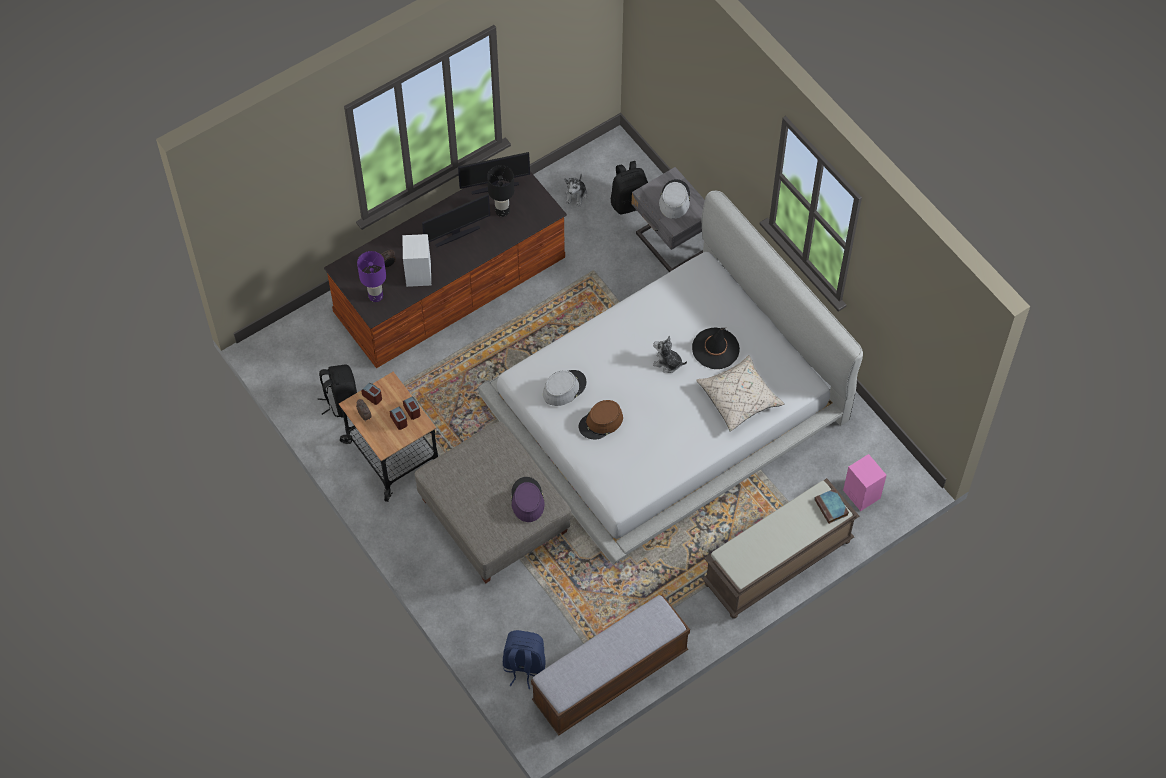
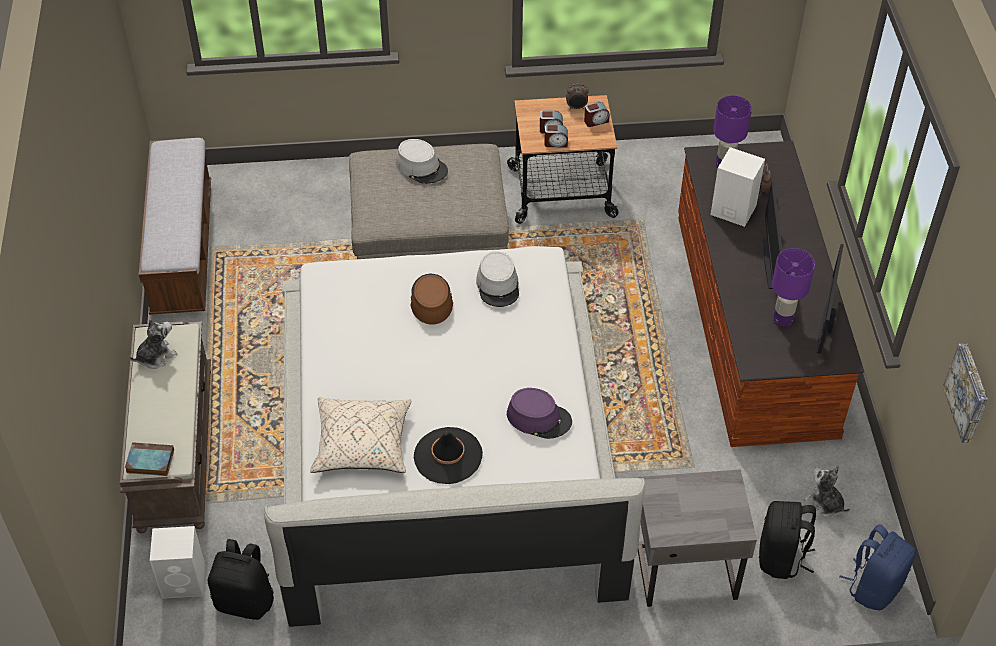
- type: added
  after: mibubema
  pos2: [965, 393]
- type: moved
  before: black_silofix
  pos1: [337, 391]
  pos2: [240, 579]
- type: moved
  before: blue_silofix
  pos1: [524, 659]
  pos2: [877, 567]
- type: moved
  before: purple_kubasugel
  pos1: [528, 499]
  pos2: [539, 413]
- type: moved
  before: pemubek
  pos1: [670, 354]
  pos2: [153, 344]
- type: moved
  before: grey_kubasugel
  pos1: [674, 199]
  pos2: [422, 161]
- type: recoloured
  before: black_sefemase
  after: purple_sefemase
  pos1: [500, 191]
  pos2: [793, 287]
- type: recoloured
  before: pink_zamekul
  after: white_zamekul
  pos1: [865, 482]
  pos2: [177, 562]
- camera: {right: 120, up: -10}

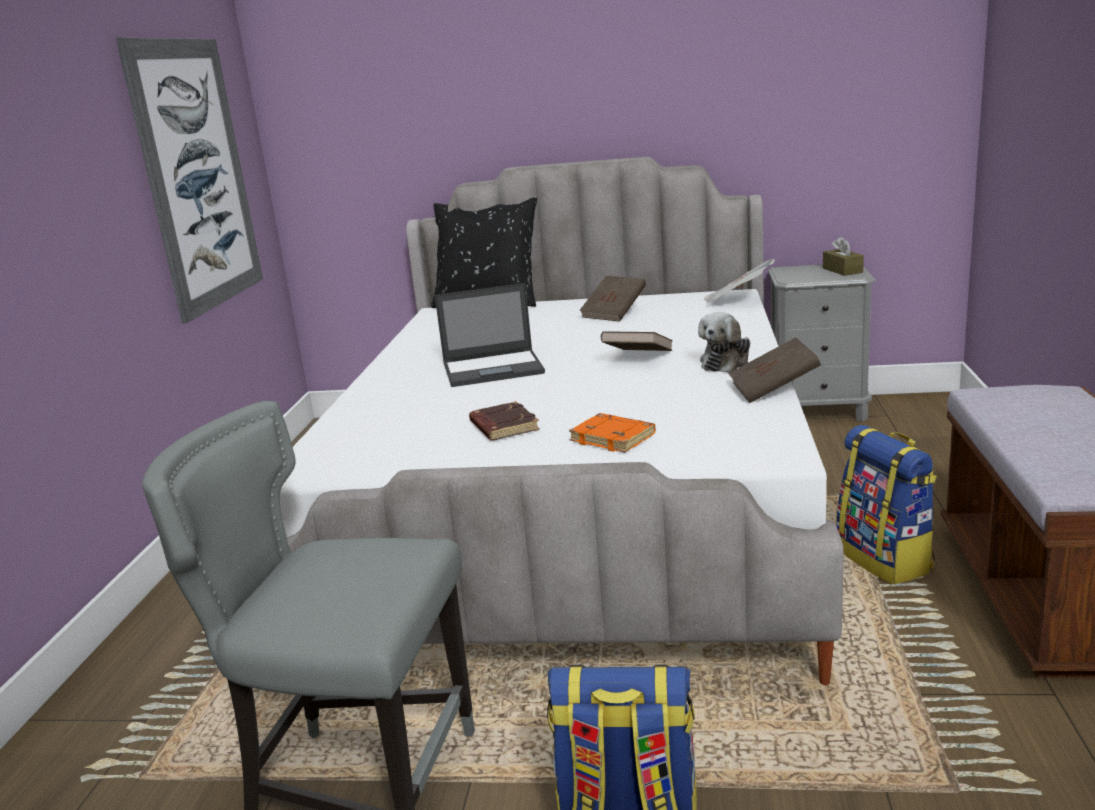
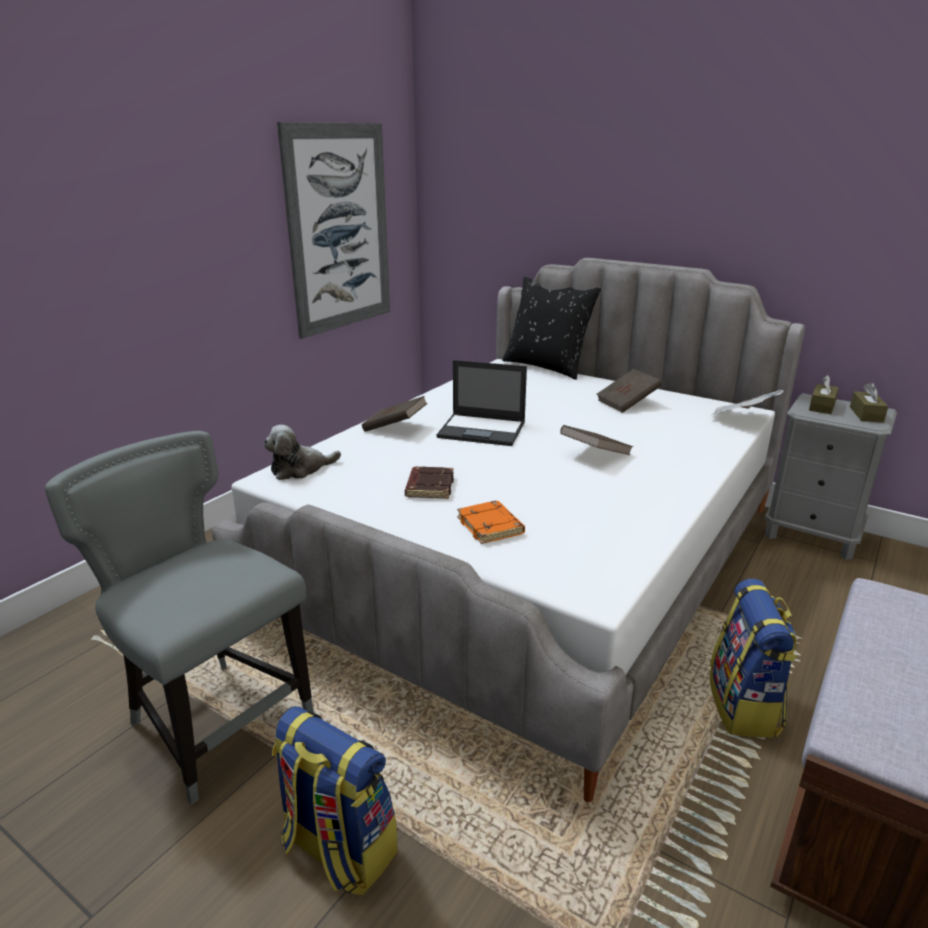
- type: added
  after: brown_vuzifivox
  pos2: [824, 394]
- type: moved
  before: pemubek
  pos1: [724, 342]
  pos2: [302, 452]
- type: moved
  before: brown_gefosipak
  pos1: [775, 370]
  pos2: [395, 414]
- camera: {right: 25, up: 5}

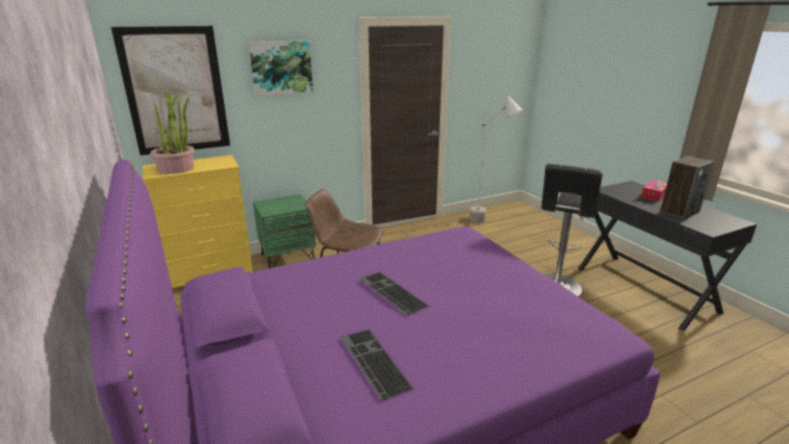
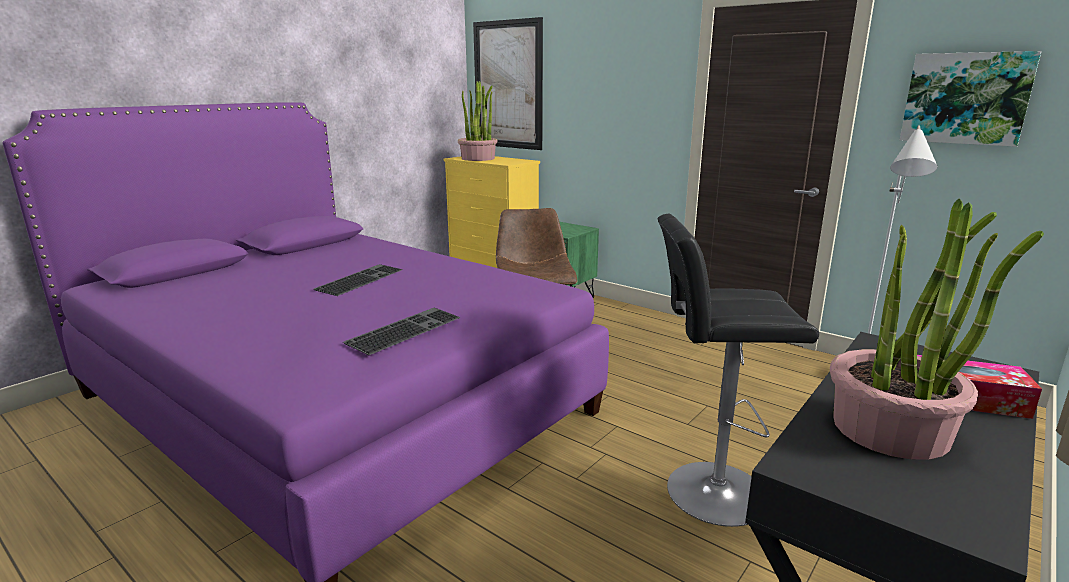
- type: moved
  before: mibubema
  pos1: [281, 68]
  pos2: [970, 99]
- type: moved
  before: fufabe
  pos1: [377, 364]
  pos2: [402, 331]
- type: replaced
  before: zamekul
  after: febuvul
  pos1: [687, 187]
  pos2: [937, 329]
- camera: {right: 65, up: -5}

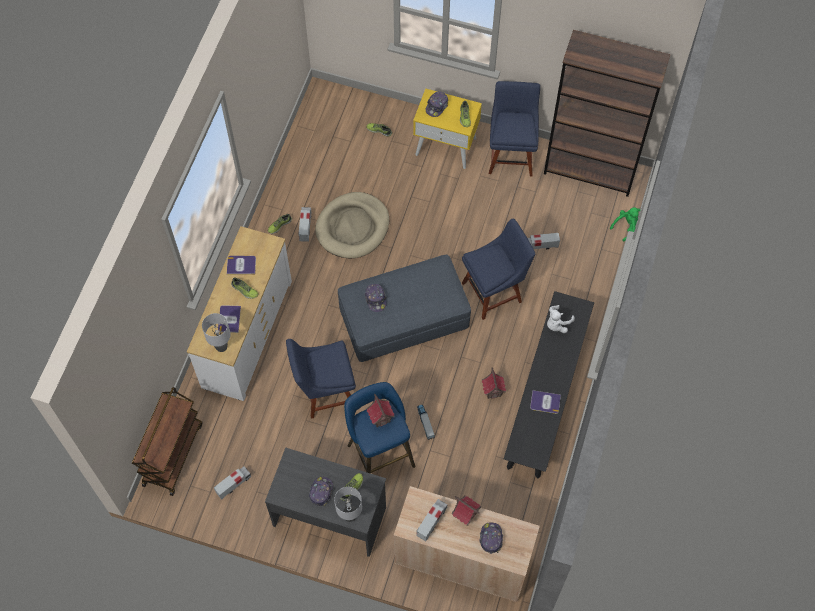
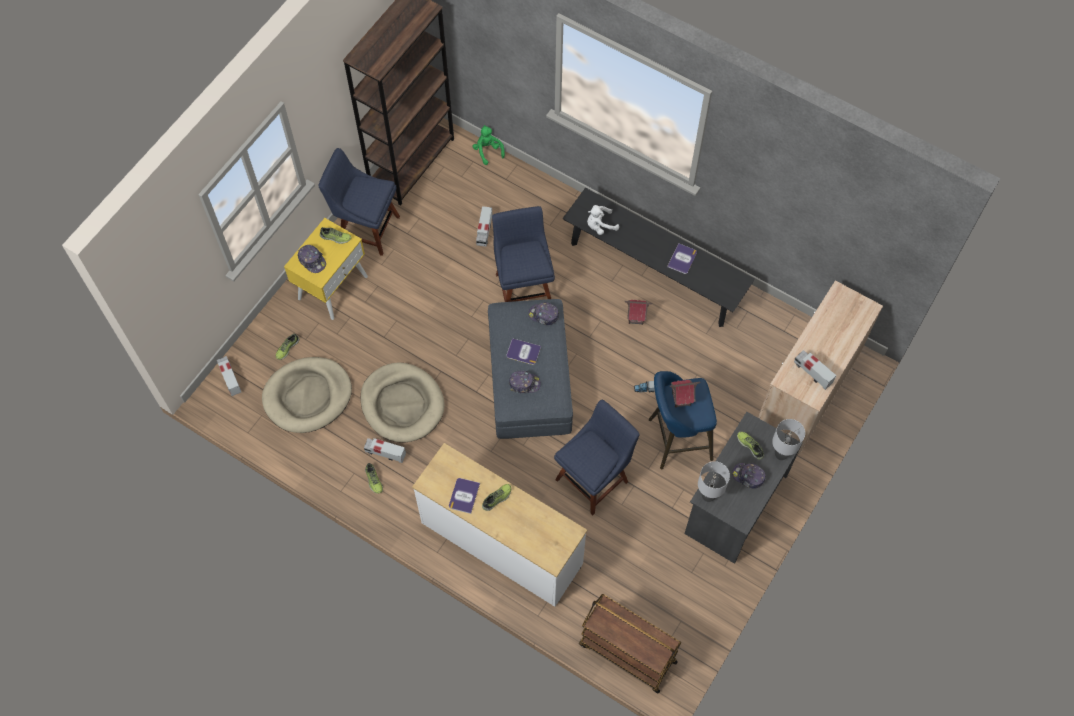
- type: removed
  before: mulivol
  pos1: [466, 511]
- type: added
  after: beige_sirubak
  pos2: [307, 395]
- type: moved
  before: grey_sefemase
  pos1: [216, 332]
  pos2: [714, 481]
- type: moved
  before: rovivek
  pos1: [232, 483]
  pos2: [229, 376]
- type: moved
  before: gefosipak
  pos1: [229, 319]
  pos2: [524, 351]
- type: moved
  before: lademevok
  pos1: [491, 538]
  pos2: [543, 313]
- type: turned
  before: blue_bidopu
  pos1: [321, 379]
  pos2: [597, 457]
  turn: -135
- type: turned
  before: white_pemubek
  pos1: [561, 319]
  pos2: [603, 220]
  turn: 105
- camera: {right: -75, up: 0}

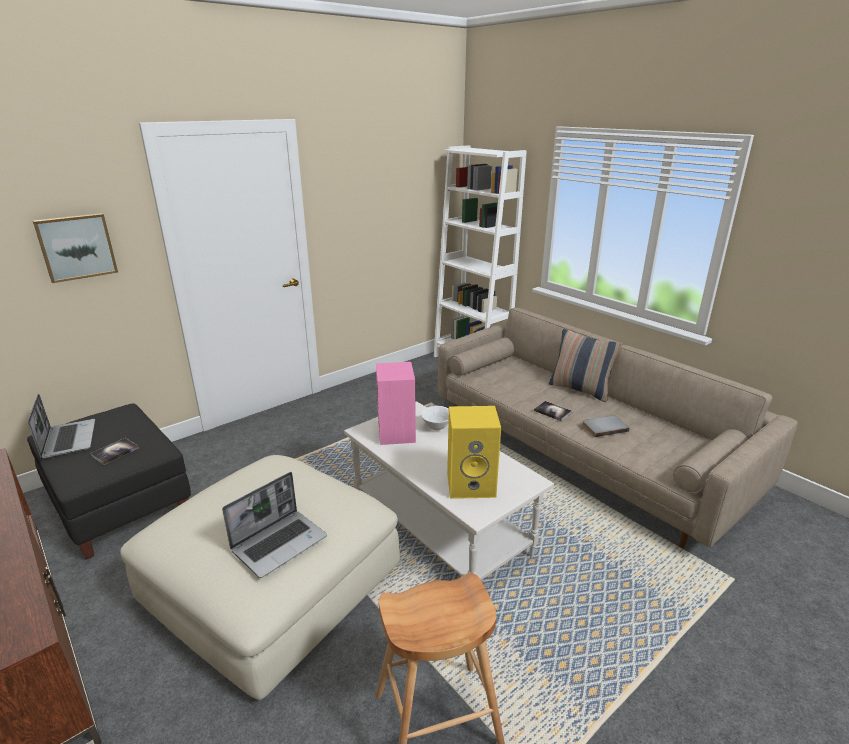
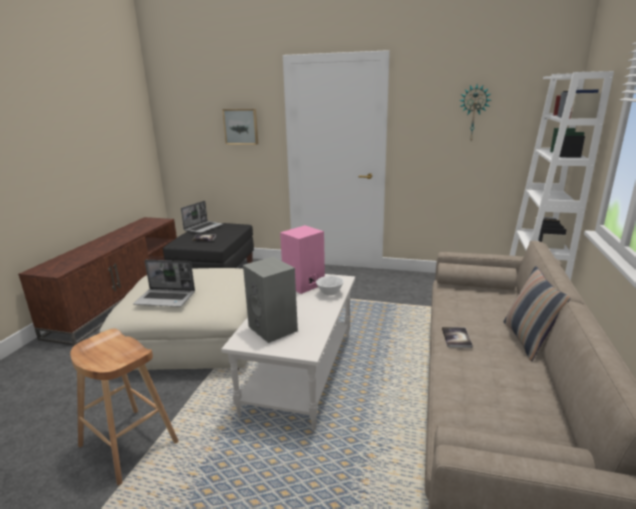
- type: removed
  before: grey_gefosipak
  pos1: [606, 426]
- type: added
  after: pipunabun
  pos2: [475, 112]
- type: recoloured
  before: yellow_zamekul
  after: grey_zamekul
  pos1: [474, 452]
  pos2: [270, 300]
- camera: {right: 55, up: -5}

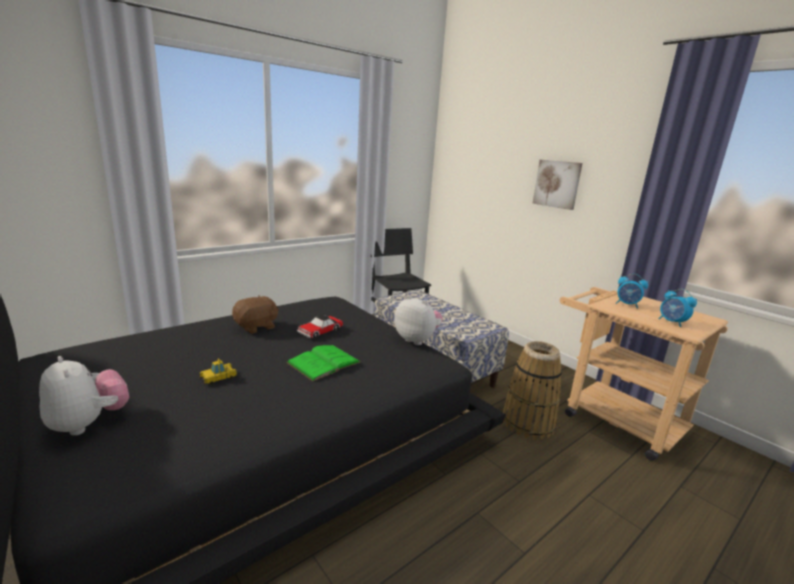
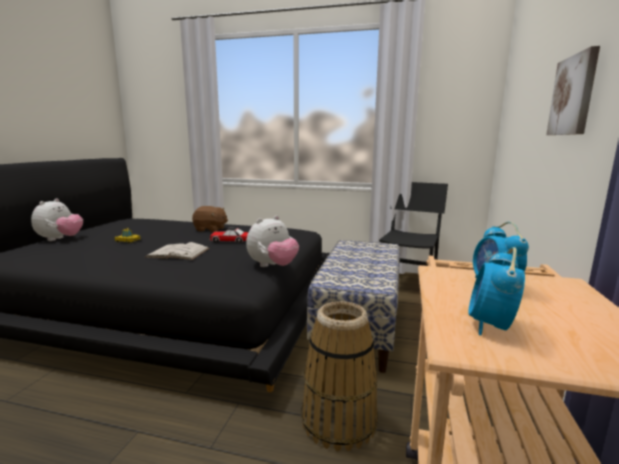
- type: recoloured
  before: green_gefosipak
  after: white_gefosipak
  pos1: [323, 363]
  pos2: [177, 251]
- type: turned
  before: pemubek
  pos1: [418, 320]
  pos2: [272, 241]
  turn: 45
- camera: {right: 55, up: -5}

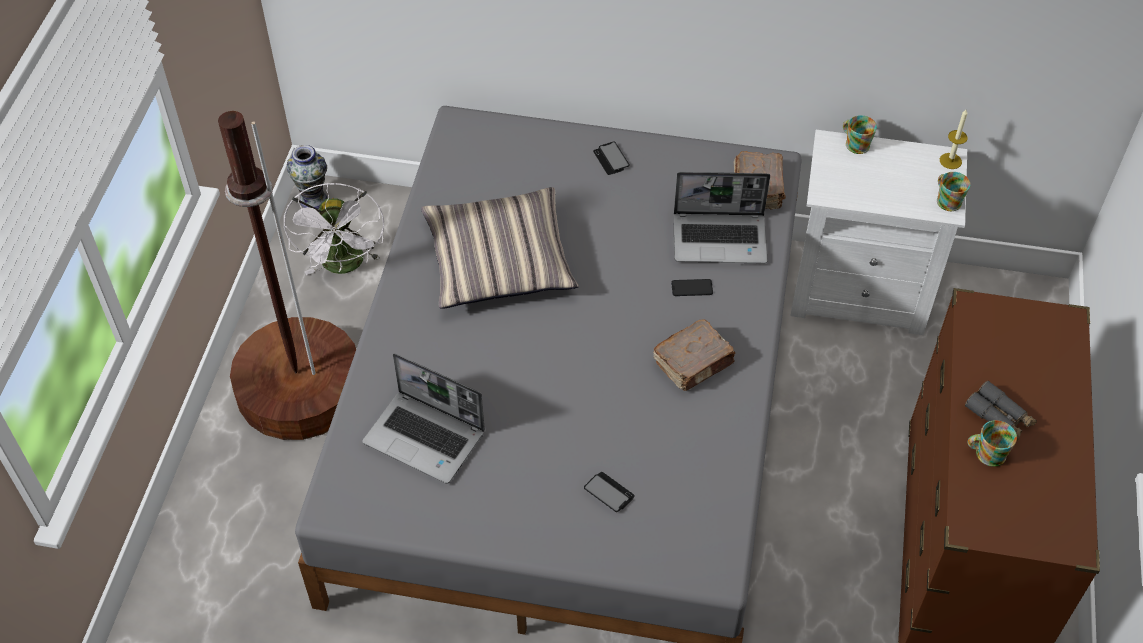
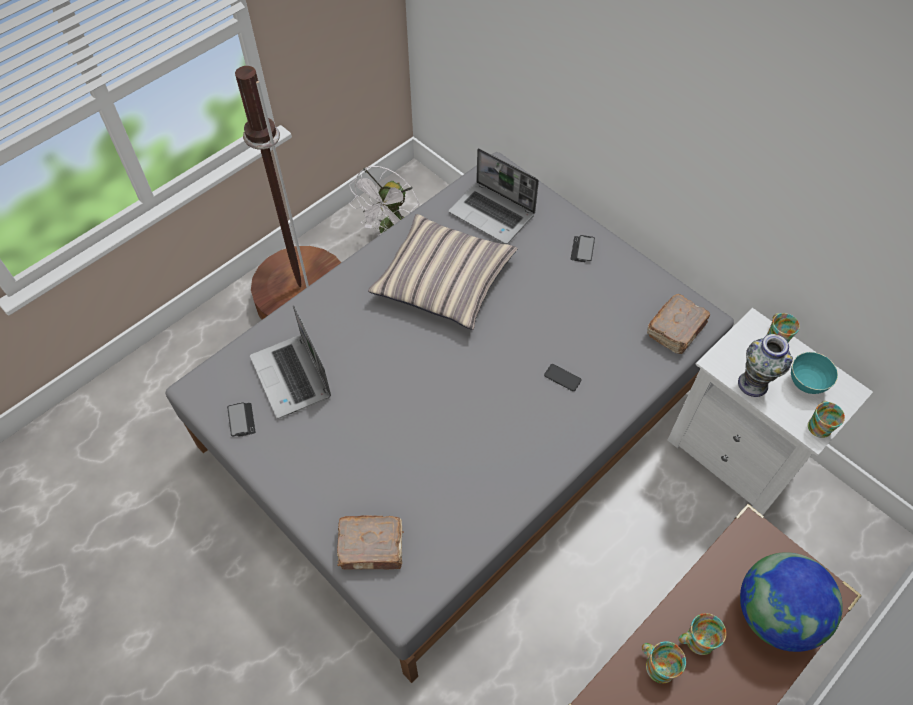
- type: removed
  before: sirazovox
  pos1: [954, 139]
- type: added
  after: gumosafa
  pos2: [791, 602]
- type: added
  after: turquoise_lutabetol
  pos2: [814, 373]
- type: moved
  before: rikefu
  pos1: [307, 177]
  pos2: [765, 365]
- type: moved
  before: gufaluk
  pos1: [609, 492]
  pos2: [241, 419]
- type: moved
  before: brown_gefosipak
  pos1: [694, 355]
  pos2: [370, 542]
- type: moved
  before: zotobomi
  pos1: [721, 218]
  pos2: [494, 196]
- type: replaced
  before: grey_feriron
  after: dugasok
  pos1: [1001, 410]
  pos2: [702, 634]
- camera: {right: 35, up: 5}

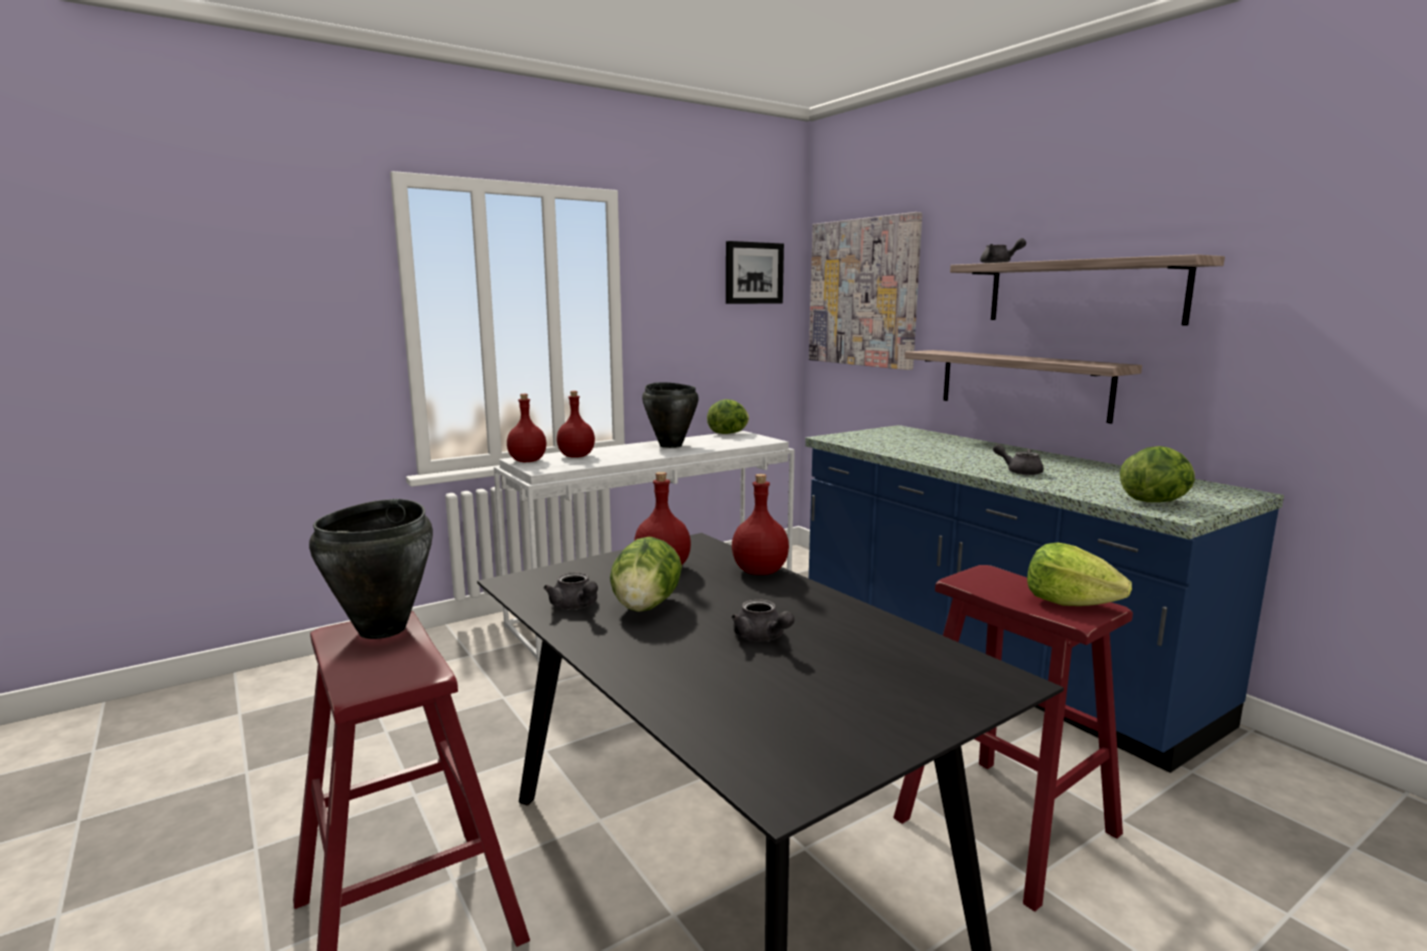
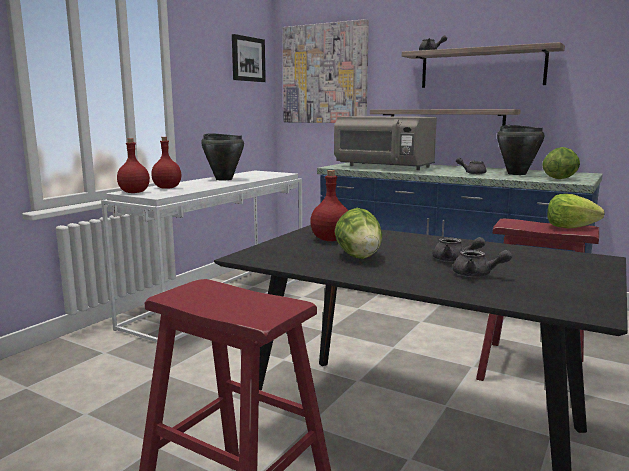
- type: removed
  before: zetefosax
  pos1: [728, 416]
- type: removed
  before: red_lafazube
  pos1: [760, 524]
- type: added
  after: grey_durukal
  pos2: [385, 143]
- type: moved
  before: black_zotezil
  pos1: [371, 569]
  pos2: [520, 150]
- type: moved
  before: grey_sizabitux
  pos1: [571, 591]
  pos2: [482, 263]
- camera: {right: -25, up: 0}

